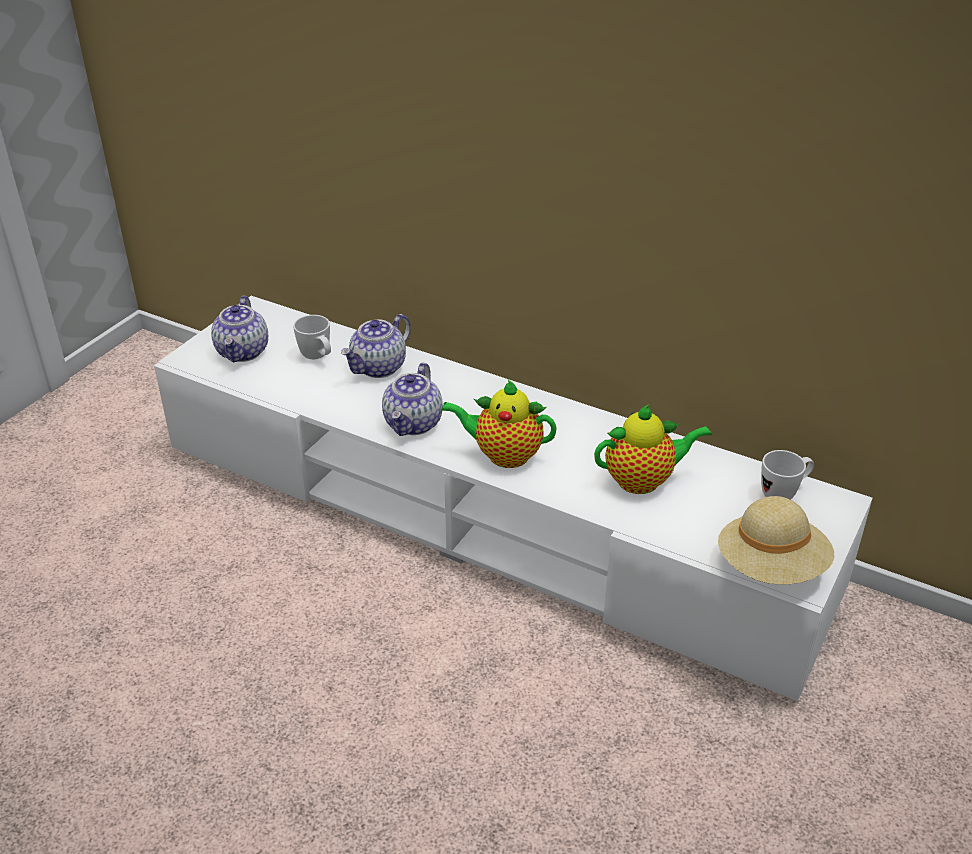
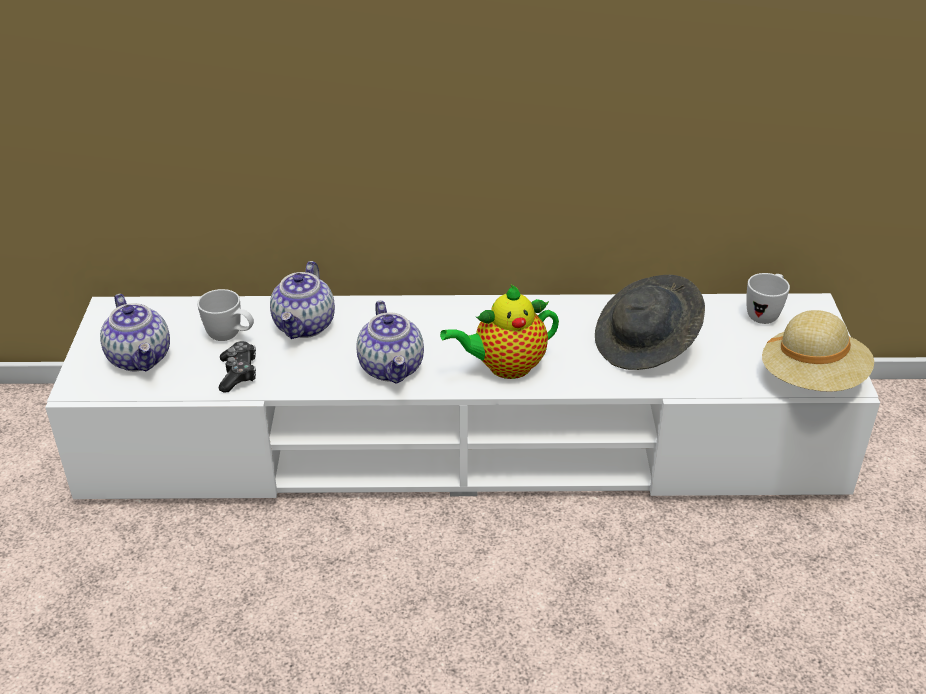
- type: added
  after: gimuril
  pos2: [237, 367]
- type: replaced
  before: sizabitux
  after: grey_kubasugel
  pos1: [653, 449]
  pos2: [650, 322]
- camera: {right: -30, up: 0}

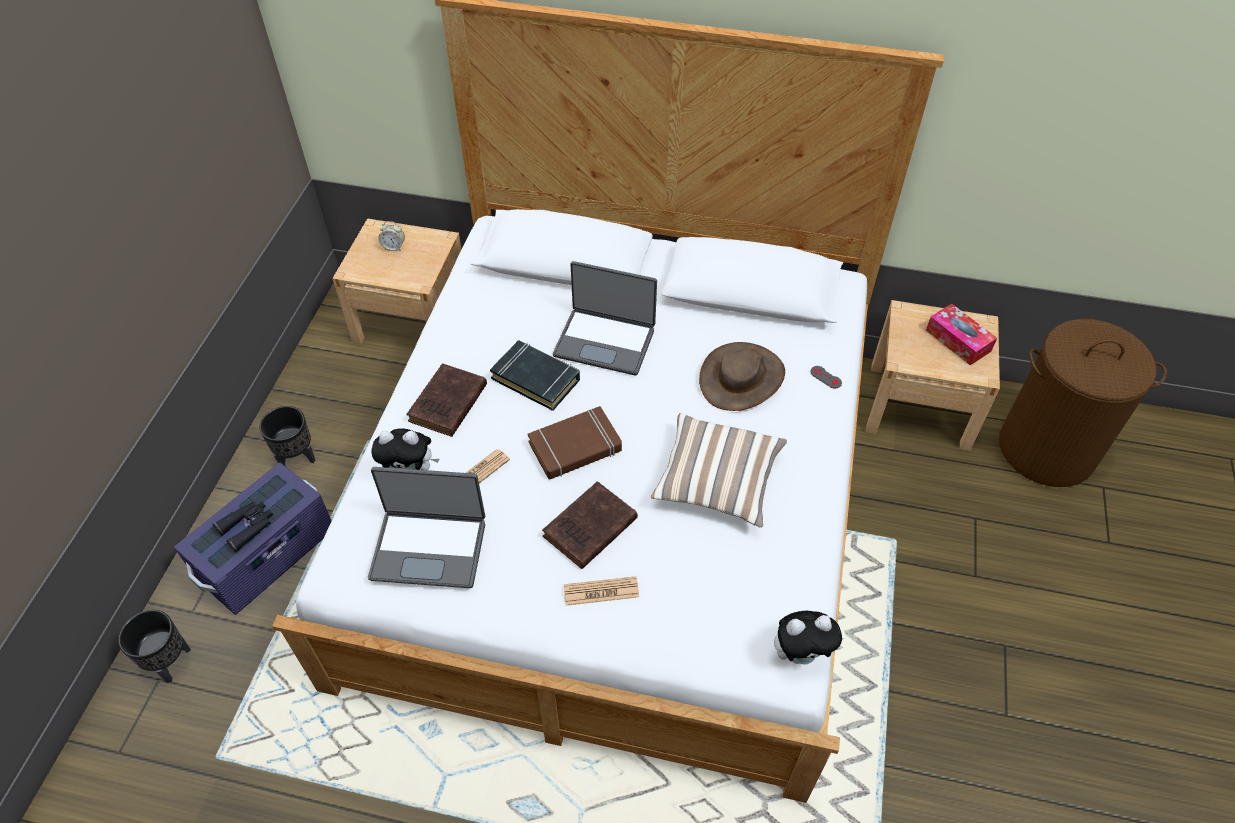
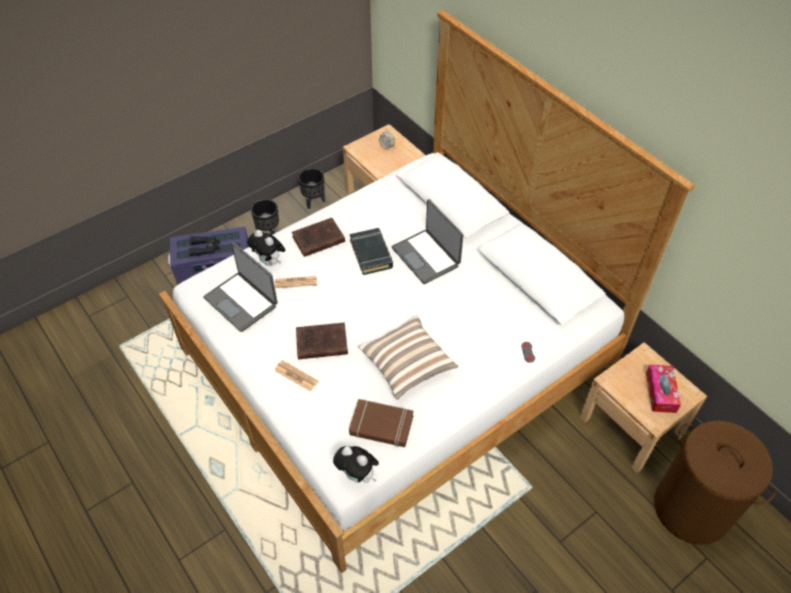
- type: removed
  before: brown_kubasugel
  pos1: [742, 376]
- type: moved
  before: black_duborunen
  pos1: [154, 646]
  pos2: [311, 188]
- type: moved
  before: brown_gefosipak
  pos1: [575, 443]
  pos2: [381, 423]
- camera: {right: 40, up: 0}

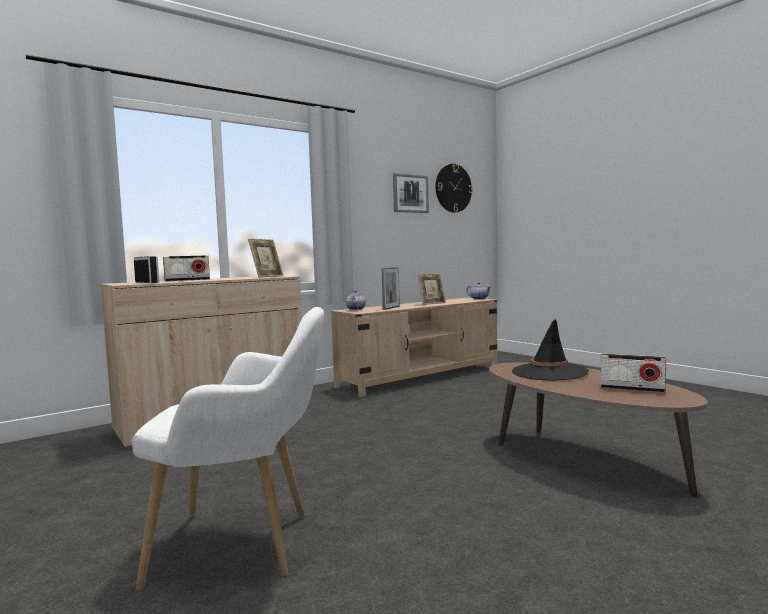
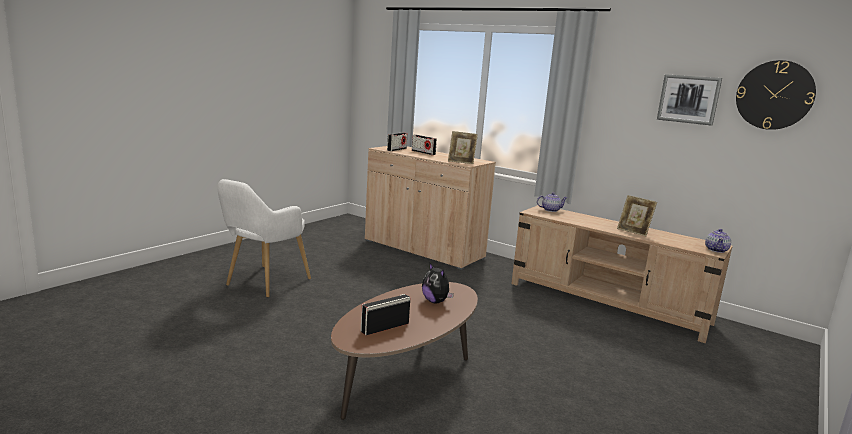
- type: removed
  before: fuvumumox
  pos1: [390, 288]
- type: replaced
  before: black_kubasugel
  after: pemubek
  pos1: [550, 350]
  pos2: [438, 283]
- type: turned
  before: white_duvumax
  pos1: [228, 449]
  pos2: [264, 238]
  turn: 45
- type: turned
  before: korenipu
  pos1: [633, 373]
  pos2: [385, 314]
  turn: 45
- camera: {right: 70, up: 10}

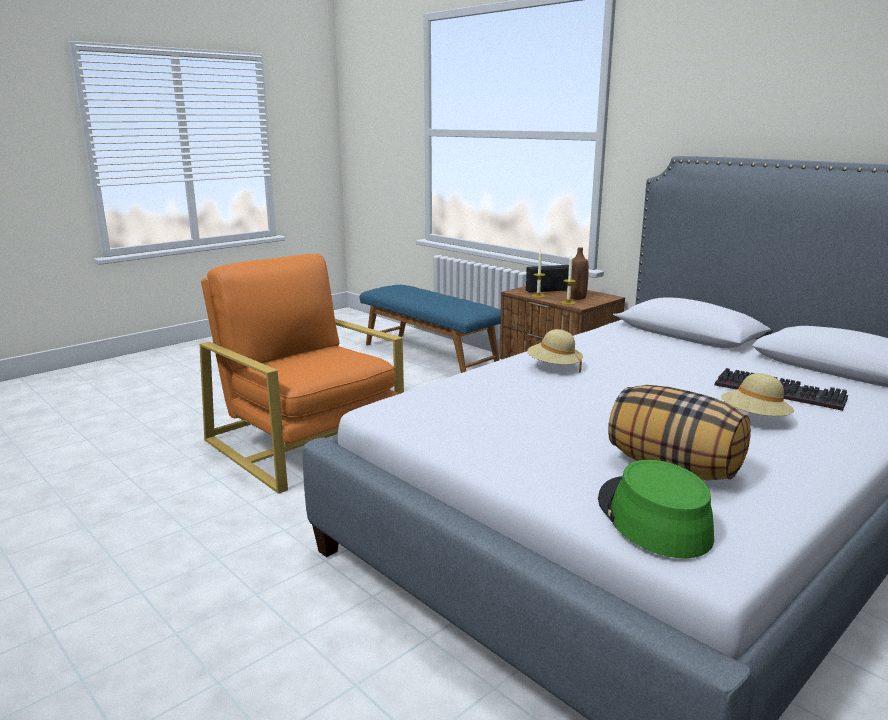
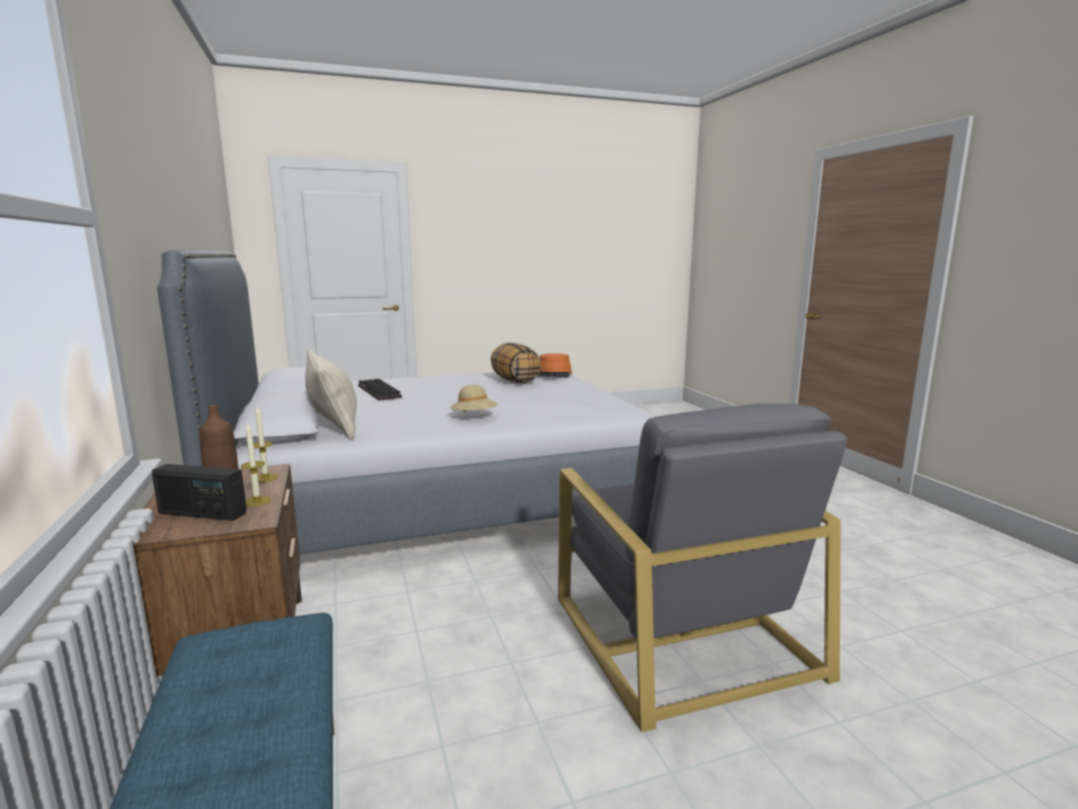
- type: removed
  before: beige_kubasugel
  pos1: [757, 394]
- type: added
  after: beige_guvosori
  pos2: [331, 394]
- type: recoloured
  before: orange_duvumax
  after: grey_duvumax
  pos1: [302, 374]
  pos2: [702, 568]
- type: recoloured
  before: green_kubasugel
  after: orange_kubasugel
  pos1: [656, 509]
  pos2: [555, 365]
- camera: {right: -155, up: -5}

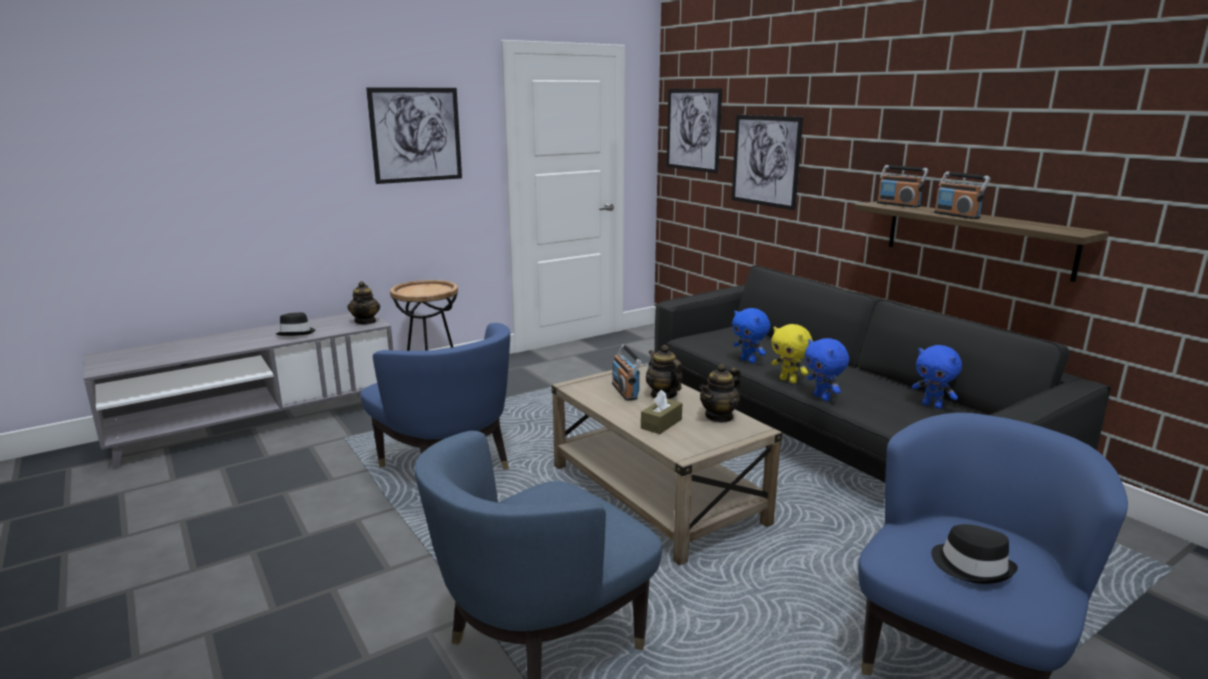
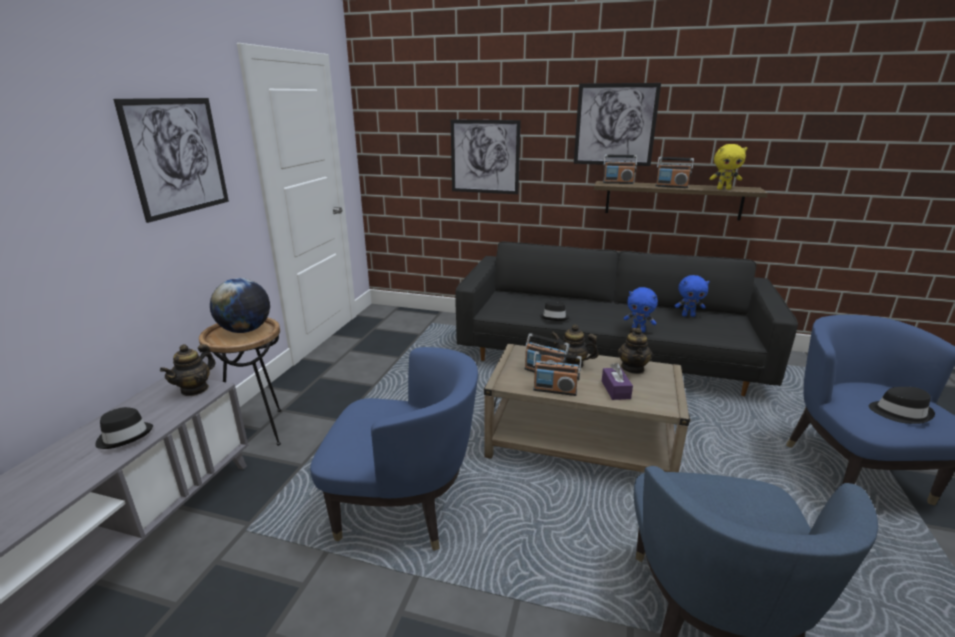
- type: added
  after: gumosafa
  pos2: [240, 305]
- type: added
  after: korenipu
  pos2: [557, 373]
- type: moved
  before: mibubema
  pos1: [694, 130]
  pos2: [617, 124]
- type: moved
  before: yellow_pemubek
  pos1: [792, 354]
  pos2: [728, 167]
- type: replaced
  before: blue_pemubek
  after: black_kubasugel
  pos1: [751, 336]
  pos2: [554, 310]
- type: recoloured
  before: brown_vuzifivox
  after: purple_vuzifivox
  pos1: [661, 412]
  pos2: [617, 381]
- type: turned
  before: sizabitux
  pos1: [363, 302]
  pos2: [188, 370]
  turn: 75
- camera: {right: -40, up: 5}

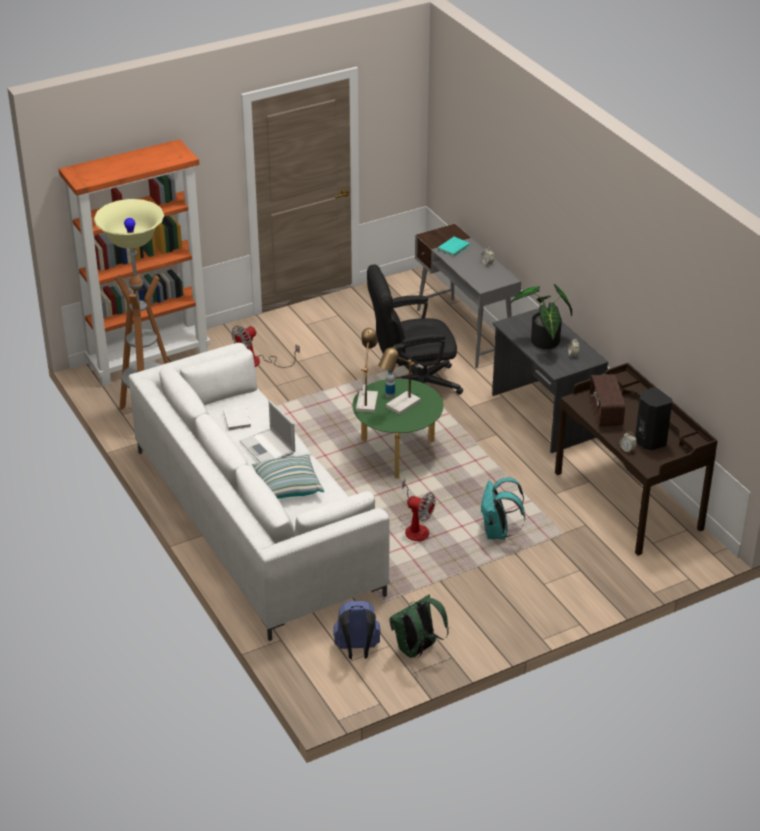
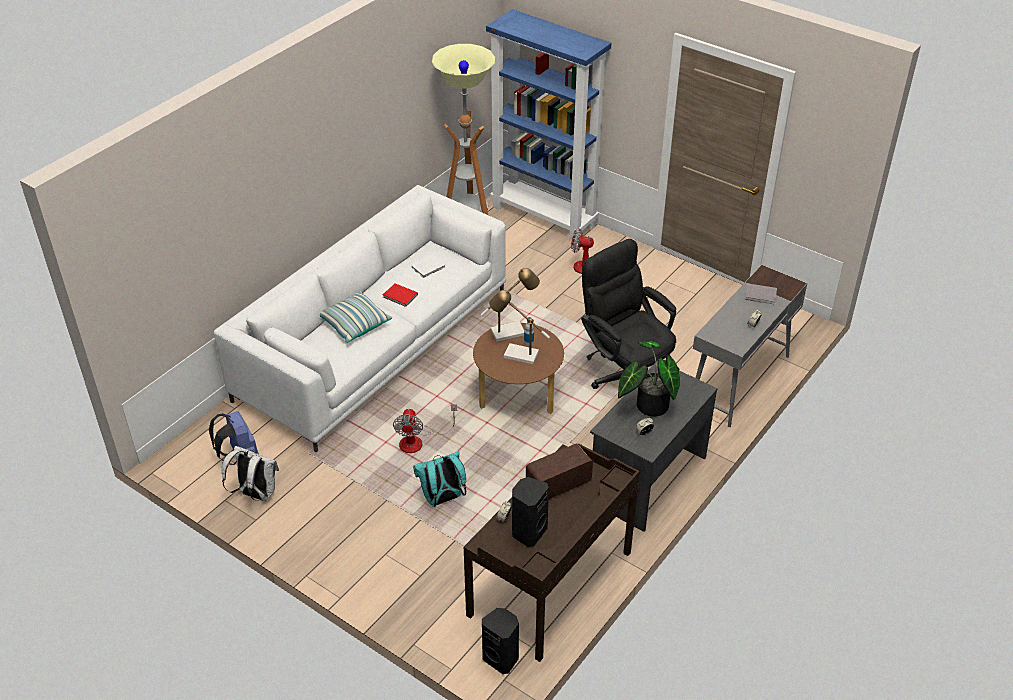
- type: added
  after: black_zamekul
  pos2: [500, 641]
- type: replaced
  before: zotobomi
  after: red_gefosipak
  pos1: [267, 432]
  pos2: [400, 295]
- type: recoloured
  before: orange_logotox
  after: blue_logotox
  pos1: [134, 262]
  pos2: [548, 125]
- type: recoloured
  before: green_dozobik
  after: brown_dozobik
  pos1: [398, 428]
  pos2: [518, 368]
- type: recoloured
  before: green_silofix
  after: white_silofix
  pos1: [419, 626]
  pos2: [250, 473]
- type: recoloured
  before: turquoise_gefosipak
  after: grey_gefosipak
  pos1: [454, 247]
  pos2: [761, 294]
- camera: {right: 65, up: 5}

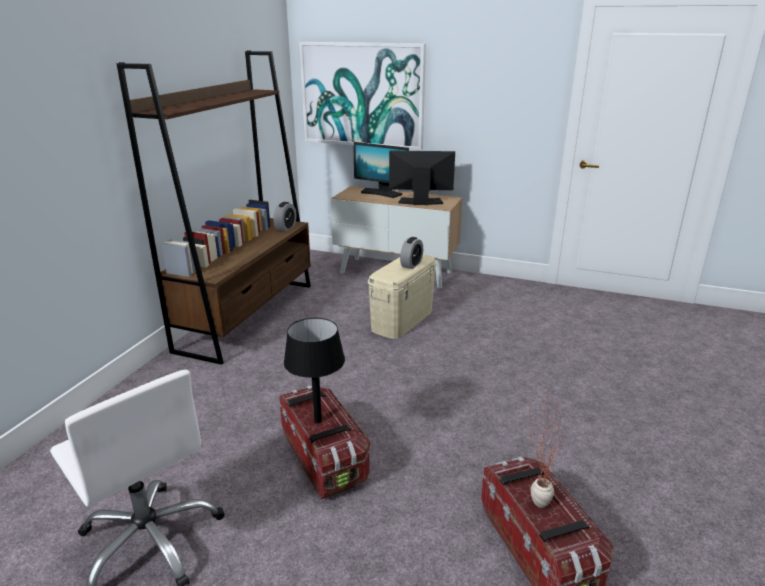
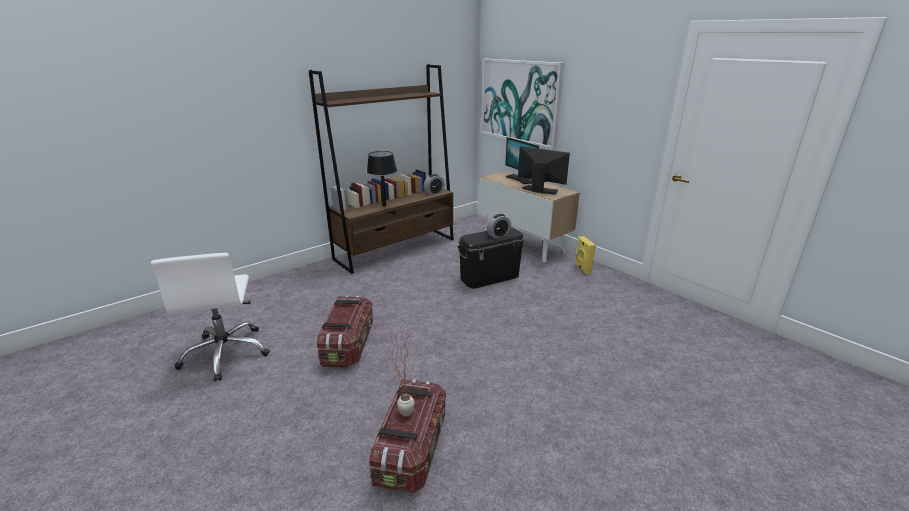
- type: added
  after: yellow_zamekul
  pos2: [585, 255]
- type: moved
  before: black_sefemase
  pos1: [314, 371]
  pos2: [382, 178]
- type: recoloured
  before: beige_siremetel
  after: black_siremetel
  pos1: [402, 296]
  pos2: [491, 258]
- camera: {right: 30, up: 0}

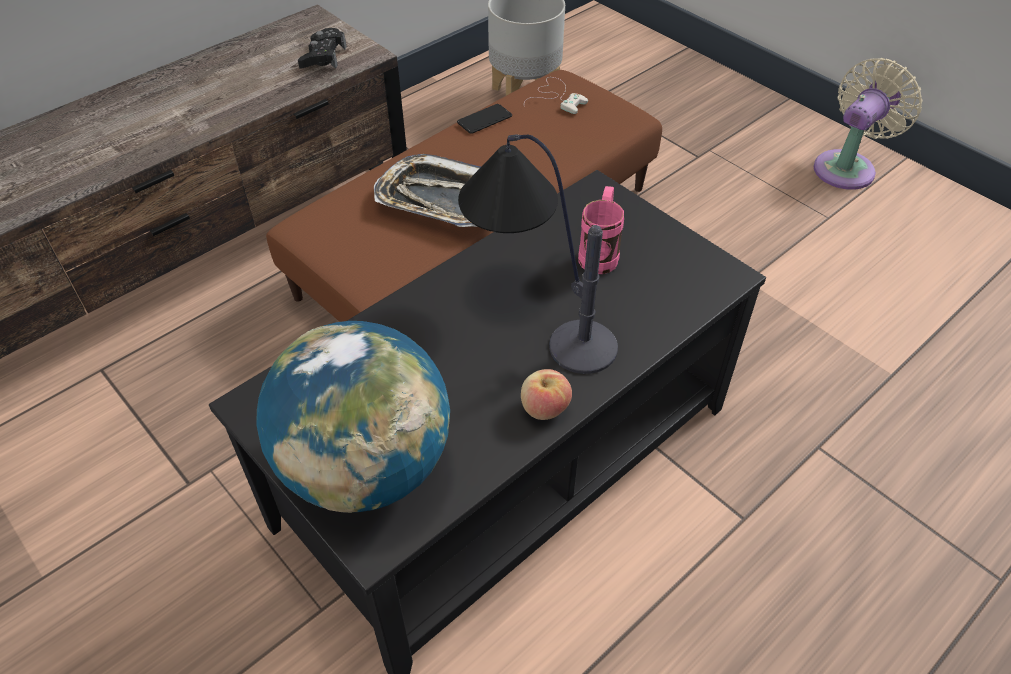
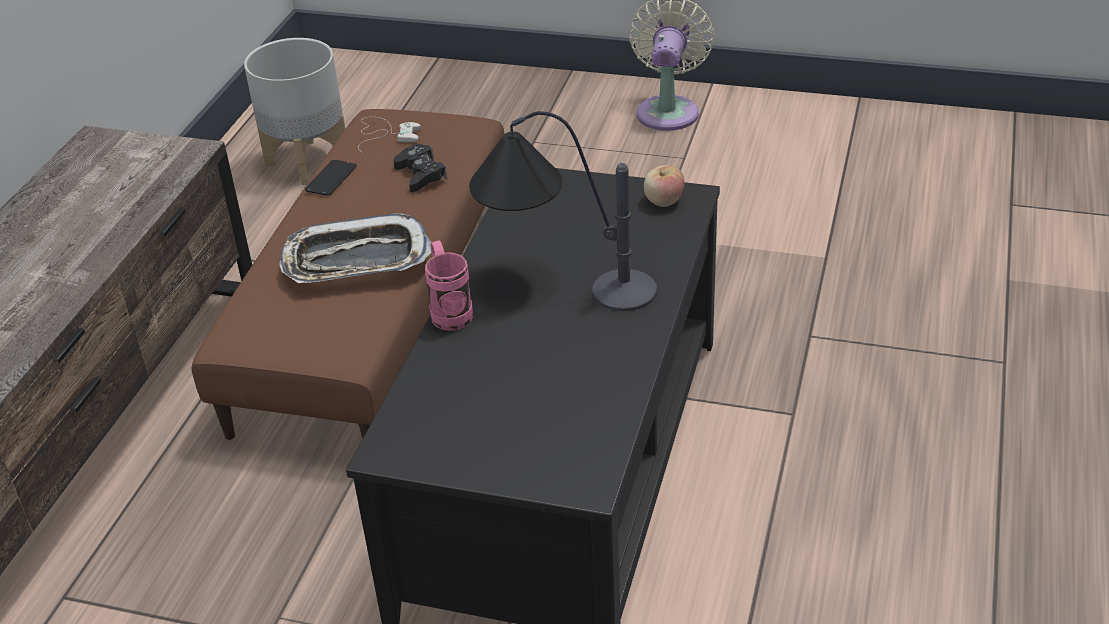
- type: removed
  before: gumosafa
  pos1: [353, 417]
- type: moved
  before: black_gimuril
  pos1: [322, 48]
  pos2: [420, 168]
- type: moved
  before: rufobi
  pos1: [546, 394]
  pos2: [664, 186]
- type: moved
  before: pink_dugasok
  pos1: [601, 230]
  pos2: [449, 285]
- camera: {right: -30, up: -10}

